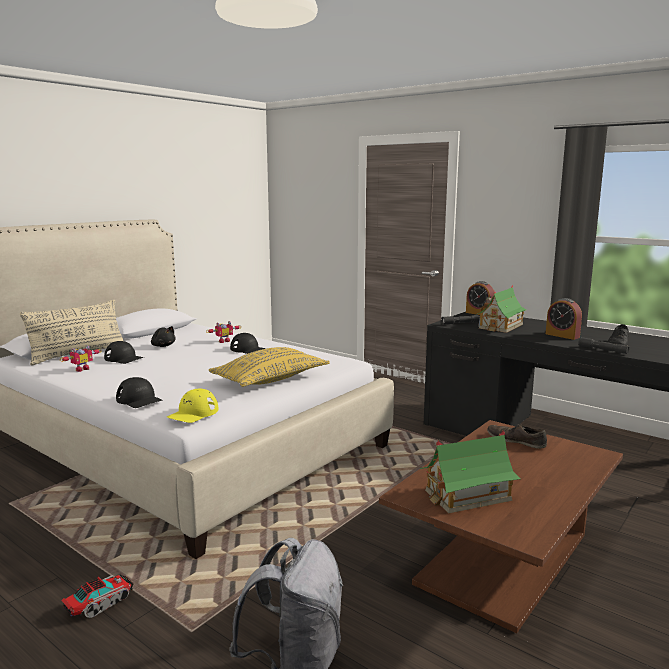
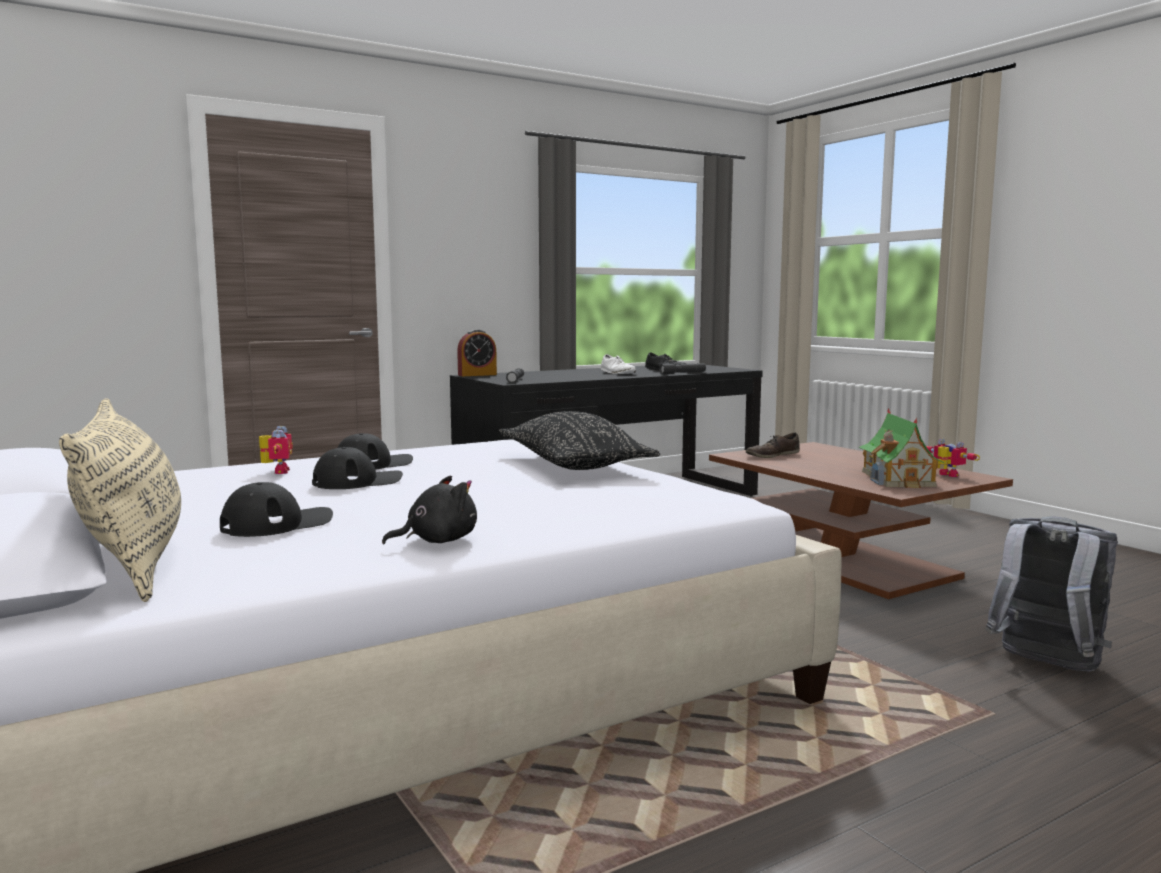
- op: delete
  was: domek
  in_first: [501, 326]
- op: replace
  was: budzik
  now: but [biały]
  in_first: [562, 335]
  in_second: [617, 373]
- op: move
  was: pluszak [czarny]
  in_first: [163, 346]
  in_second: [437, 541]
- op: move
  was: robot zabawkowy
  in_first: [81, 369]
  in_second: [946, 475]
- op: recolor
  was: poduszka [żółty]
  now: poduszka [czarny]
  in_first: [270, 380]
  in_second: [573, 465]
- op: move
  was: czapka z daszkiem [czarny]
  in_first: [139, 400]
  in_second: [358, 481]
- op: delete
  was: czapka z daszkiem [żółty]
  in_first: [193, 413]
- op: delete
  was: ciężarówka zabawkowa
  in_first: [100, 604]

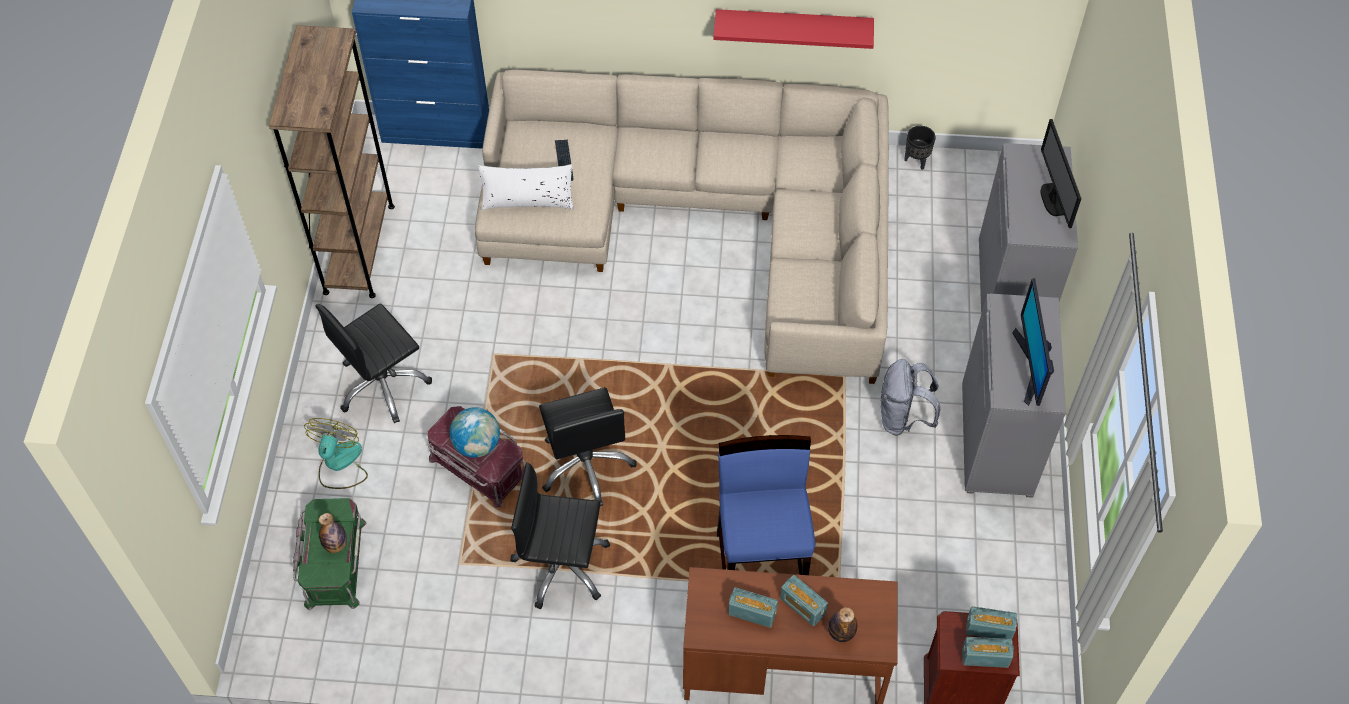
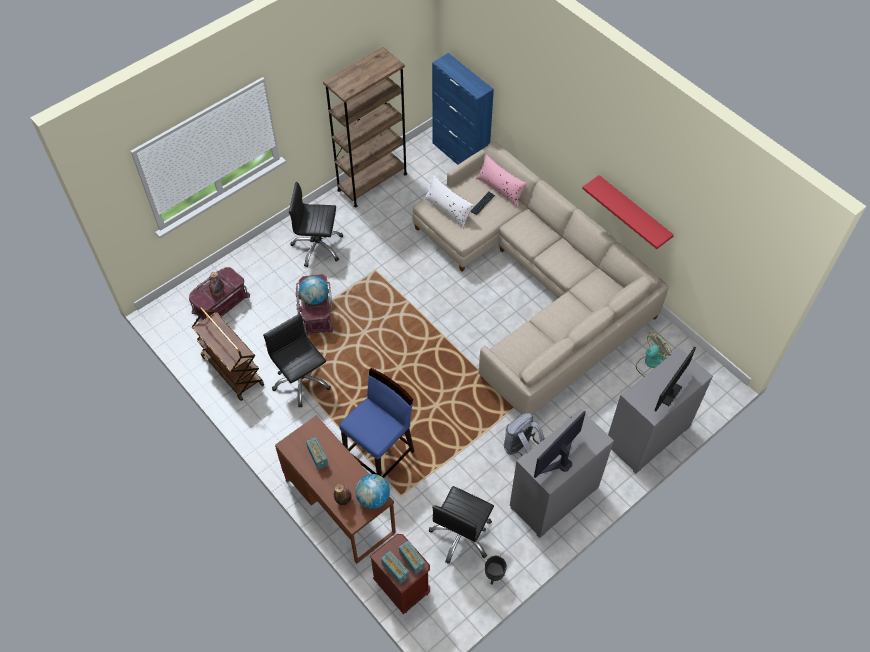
- op: move
  was: donica [czarny]
  in_first: [916, 160]
  in_second: [494, 575]
- op: move
  was: krzesło biurowe [czarny]
  in_first: [586, 465]
  in_second: [462, 535]
- op: move
  was: wentylator
  in_first: [339, 464]
  in_second: [651, 364]
- op: recolor
  was: pojemnik do przechowywania [zielony]
  now: pojemnik do przechowywania [czerwony]
  in_first: [334, 563]
  in_second: [220, 303]
- op: delete
  was: radio
  in_first: [802, 606]
- op: insert
  now: poduszka [różowy]
  in_second: [500, 188]
- op: insert
  now: wózek [brązowy]
  in_second: [232, 370]
- op: insert
  now: globus
  in_second: [373, 498]

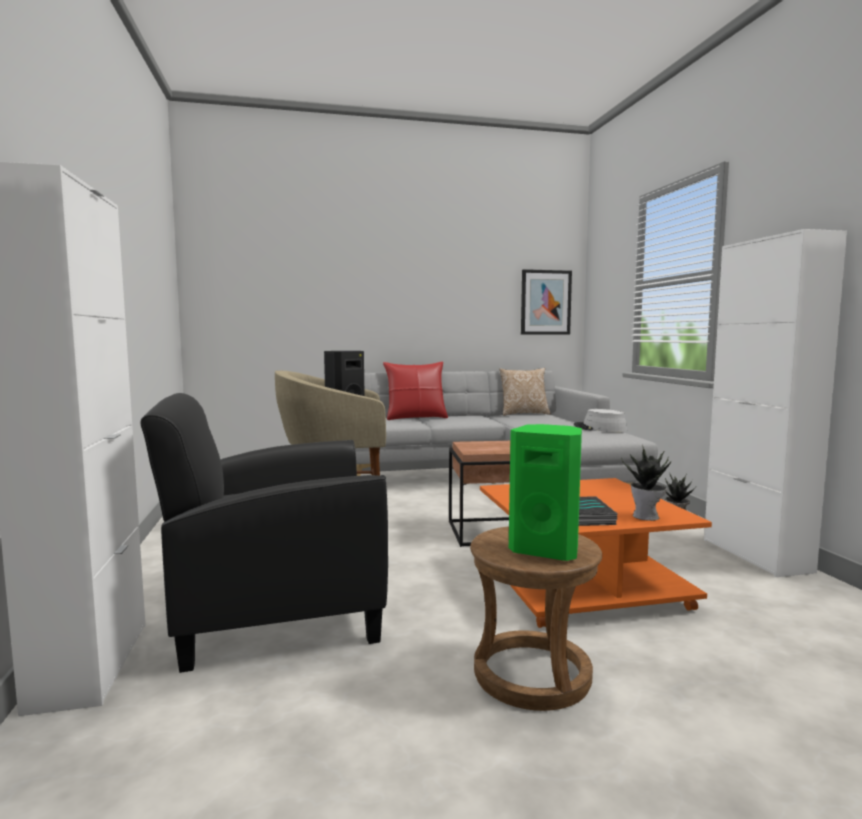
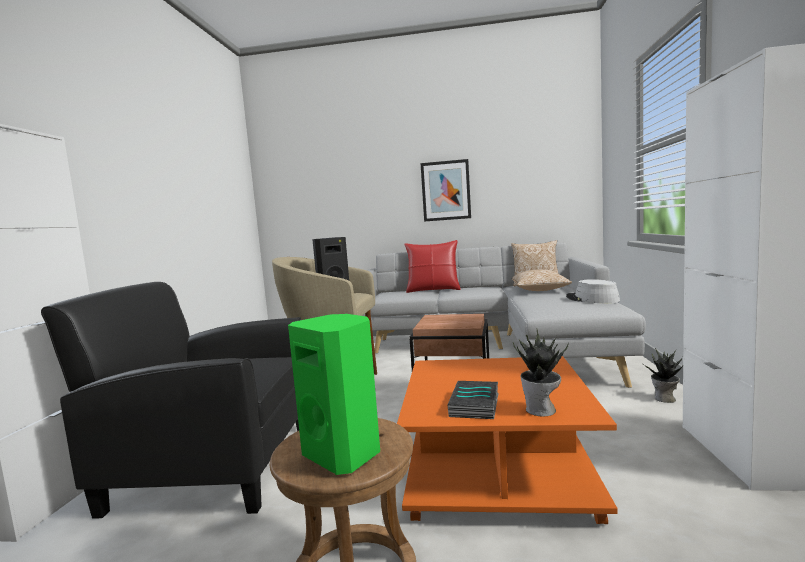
- op: move
  was: obraz
  in_first: [545, 302]
  in_second: [445, 190]
- op: insert
  now: poduszka
  in_second: [539, 290]

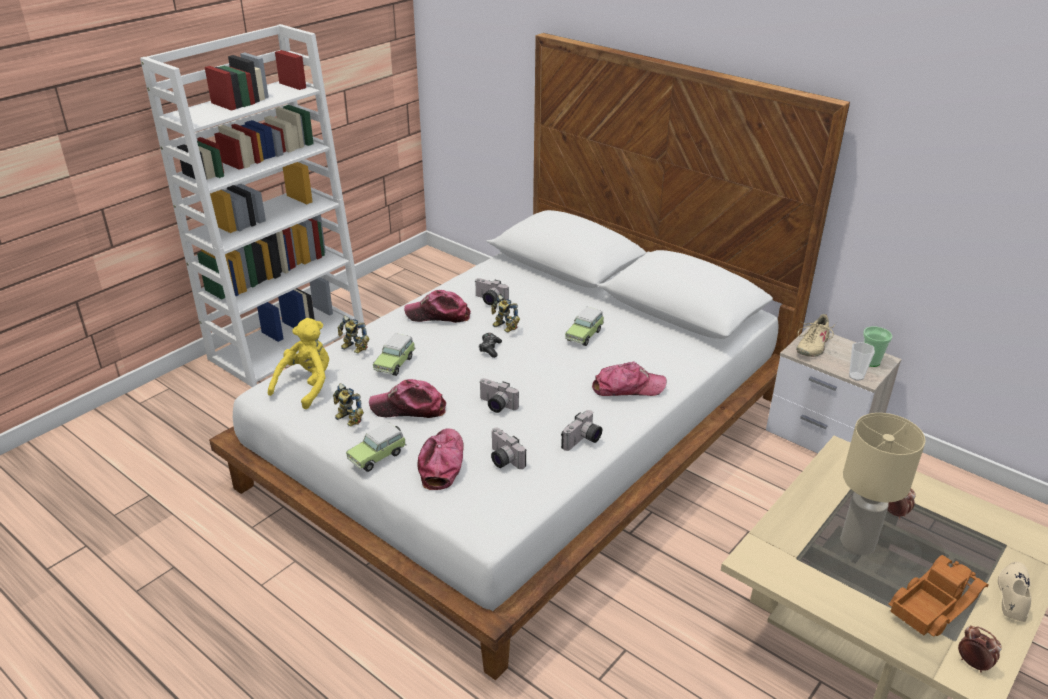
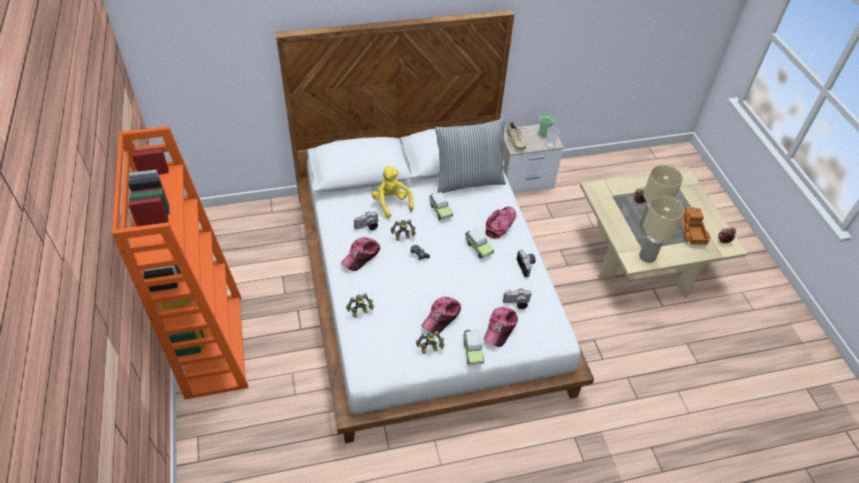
- op: recolor
  was: regał [biały]
  now: regał [pomarańczowy]
  in_first: [288, 342]
  in_second: [213, 344]
- op: move
  was: pluszak [żółty]
  in_first: [307, 386]
  in_second: [391, 203]
- op: move
  was: samochodzik
  in_first: [395, 363]
  in_second: [478, 247]
- op: delete
  was: aparat fotograficzny
  in_first: [496, 406]
- op: rotate
  was: czapka z daszkiem
  in_first: [442, 463]
  in_second: [500, 328]
  clockwise: -105
- op: delete
  was: but [beżowy]
  in_first: [1013, 595]
- op: insert
  now: poduszka
  in_second: [468, 180]
- op: insert
  now: lampa stołowa [beżowy]
  in_second: [647, 257]

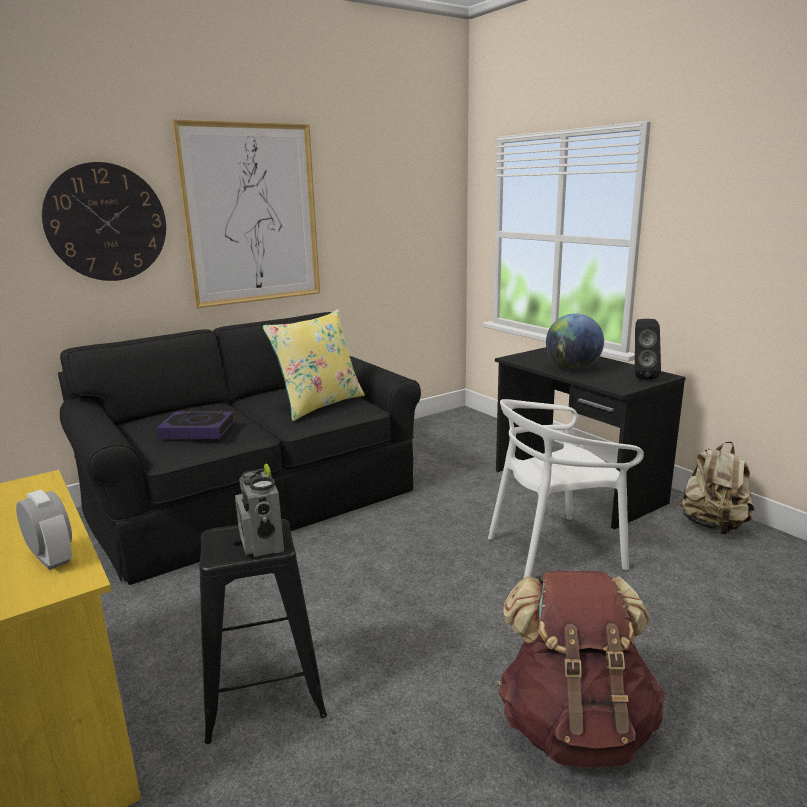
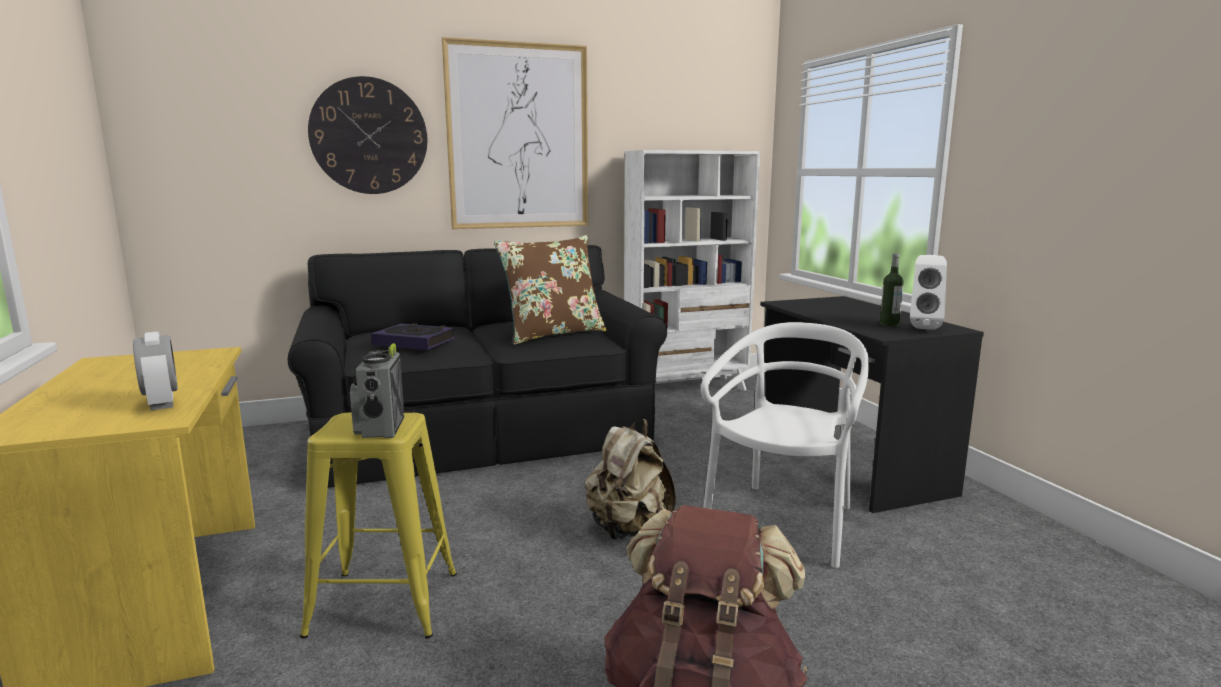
- op: recolor
  was: poduszka [żółty]
  now: poduszka [brązowy]
  in_first: [319, 404]
  in_second: [553, 334]
- op: delete
  was: globus
  in_first: [572, 369]
- op: recolor
  was: głośnik [czarny]
  now: głośnik [biały]
  in_first: [641, 377]
  in_second: [923, 328]
- op: rotate
  was: krzesło [biały]
  in_first: [554, 550]
  in_second: [783, 523]
  clockwise: 120
- op: move
  was: plecak [beżowy]
  in_first: [713, 525]
  in_second: [628, 530]
- op: recolor
  was: stołek [czarny]
  now: stołek [żółty]
  in_first: [263, 692]
  in_second: [384, 603]
- op: insert
  now: regał [biały]
  in_second: [687, 389]
- op: insert
  now: butelka
  in_second: [889, 324]

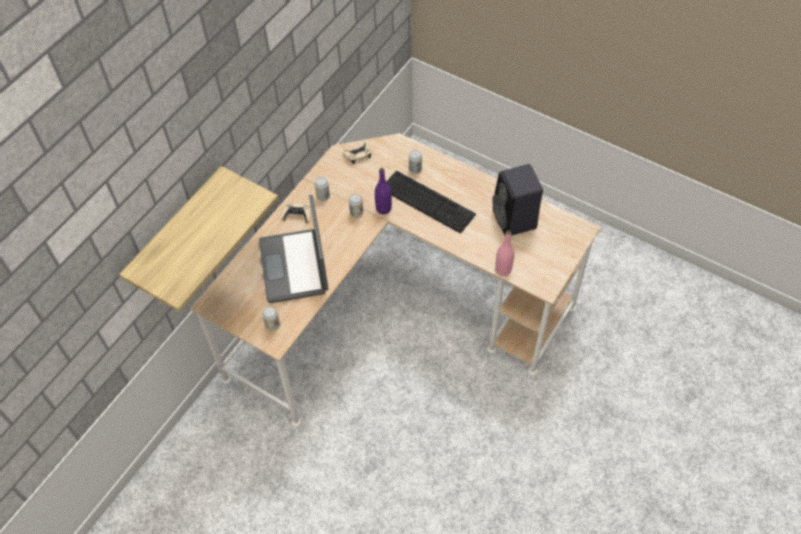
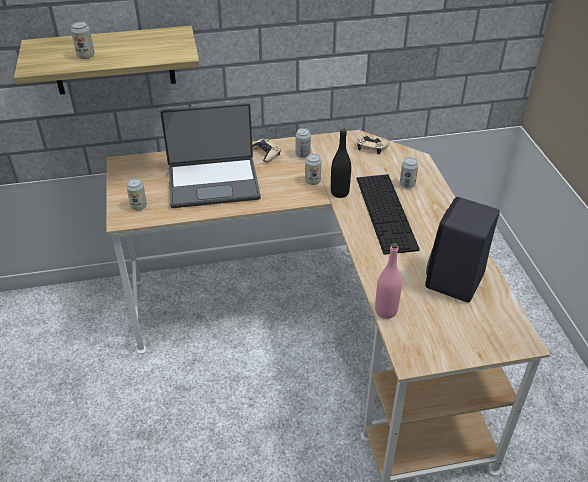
- op: recolor
  was: butelka [fioletowy]
  now: butelka [czarny]
  in_first: [383, 208]
  in_second: [339, 192]
- op: rotate
  was: laptop
  in_first: [295, 266]
  in_second: [213, 182]
  clockwise: -135
- op: insert
  now: puszka
  in_second: [86, 56]

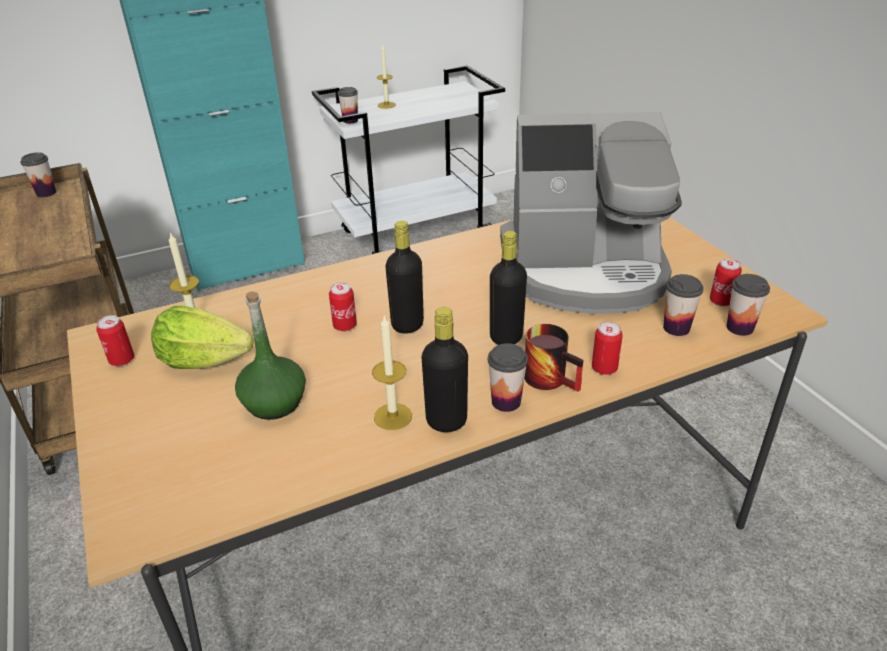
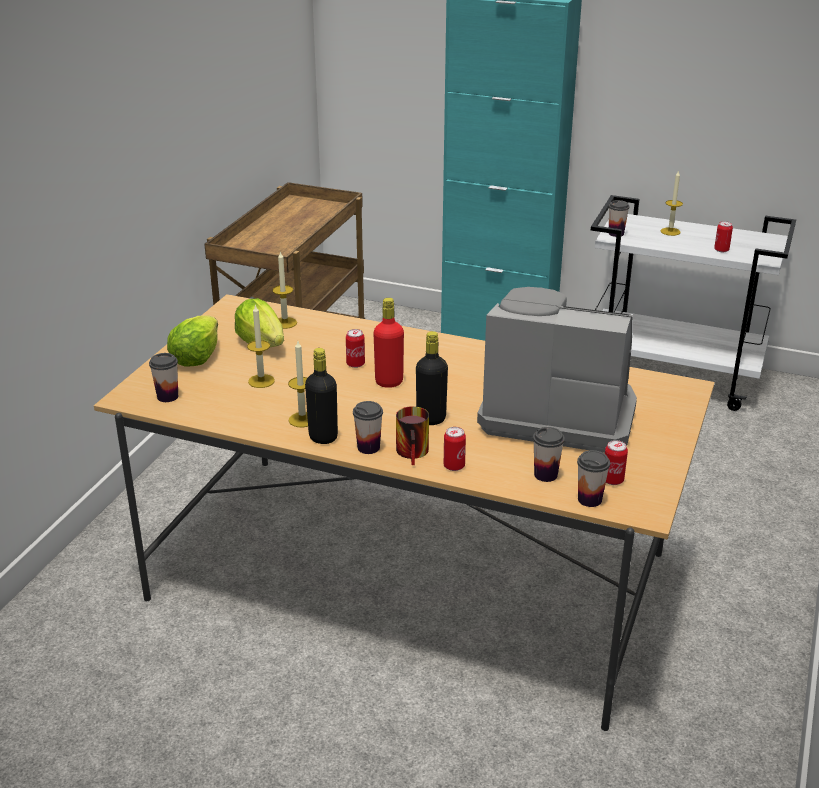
- op: rotate
  was: ekspres do kawy
  in_first: [584, 271]
  in_second: [557, 412]
  clockwise: 150
- op: move
  was: filiżanka
  in_first: [46, 193]
  in_second: [167, 396]
- op: recolor
  was: butelka [czarny]
  now: butelka [czerwony]
  in_first: [407, 325]
  in_second: [389, 382]
- op: replace
  was: butelka [zielony]
  now: świeca
  in_first: [275, 402]
  in_second: [261, 381]
- op: move
  was: puszka
  in_first: [122, 360]
  in_second: [721, 250]
- op: insert
  now: sałata
  in_second: [196, 358]

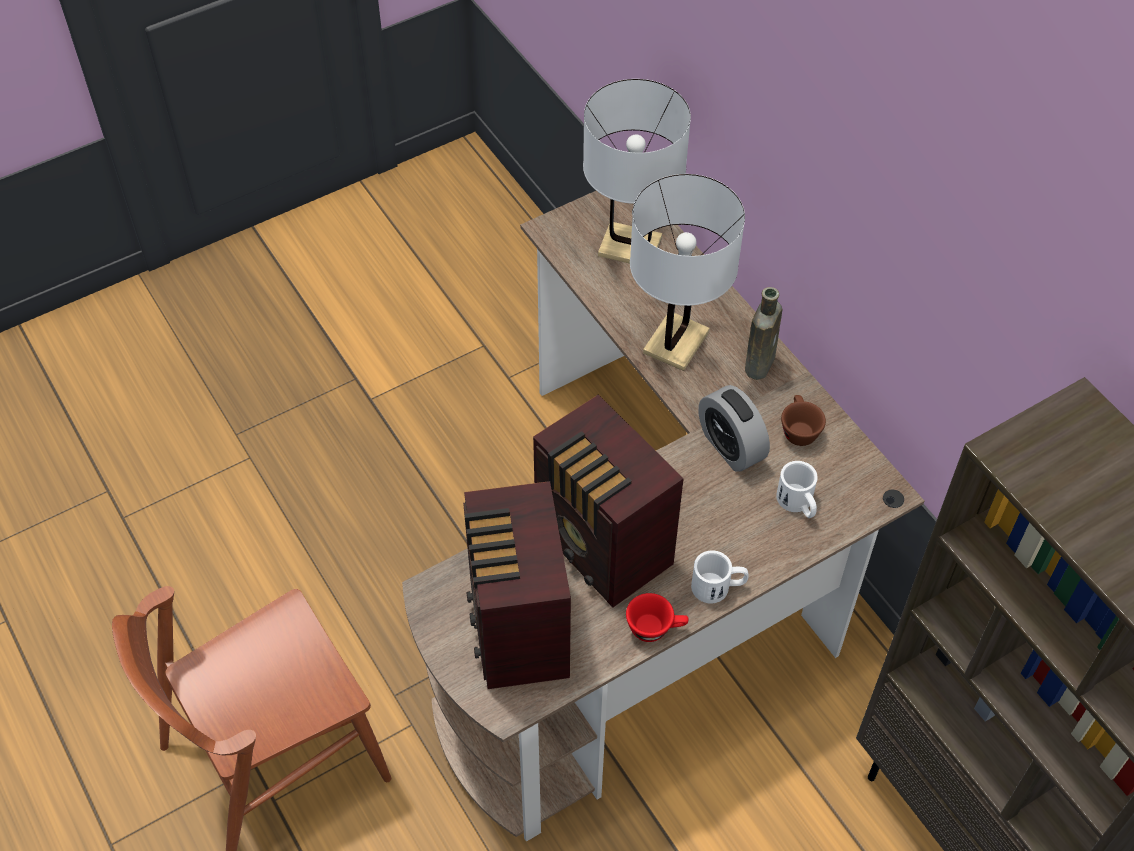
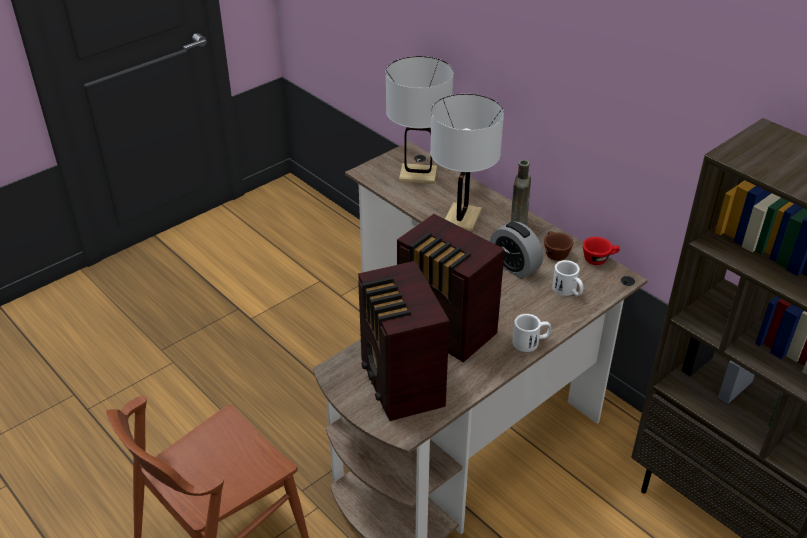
- op: move
  was: filiżanka [czerwony]
  in_first: [655, 628]
  in_second: [599, 259]

